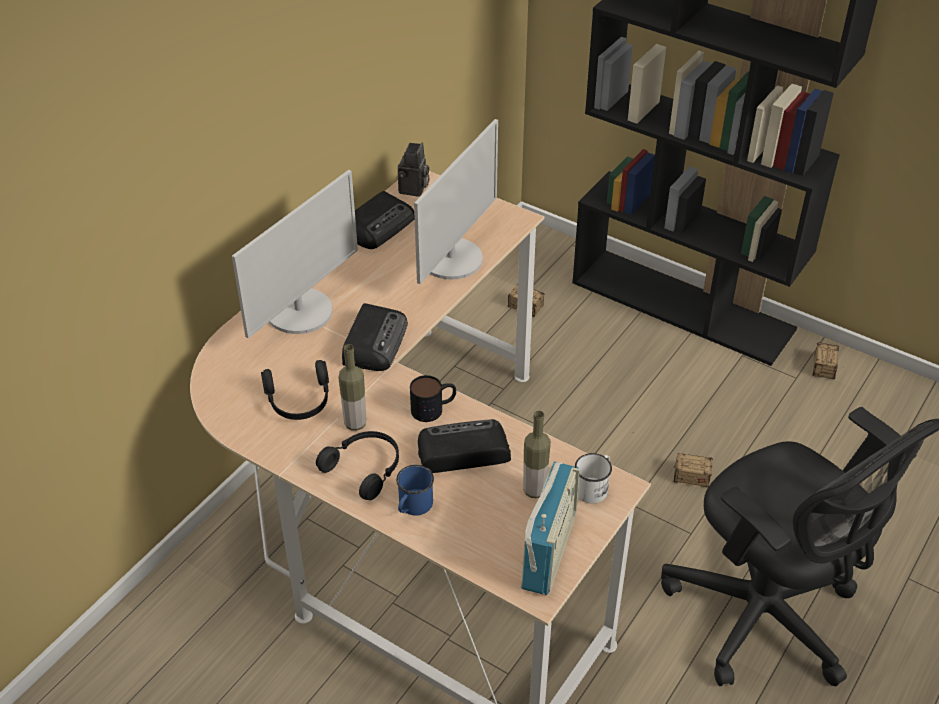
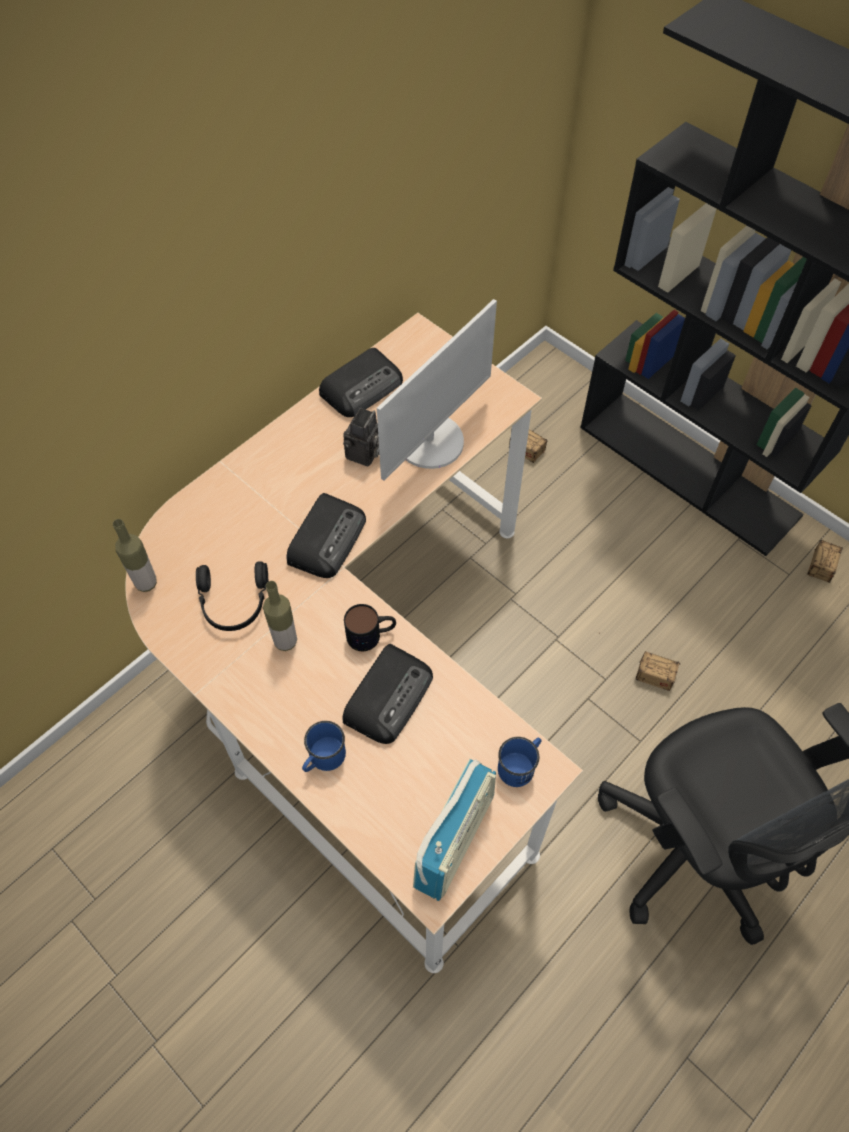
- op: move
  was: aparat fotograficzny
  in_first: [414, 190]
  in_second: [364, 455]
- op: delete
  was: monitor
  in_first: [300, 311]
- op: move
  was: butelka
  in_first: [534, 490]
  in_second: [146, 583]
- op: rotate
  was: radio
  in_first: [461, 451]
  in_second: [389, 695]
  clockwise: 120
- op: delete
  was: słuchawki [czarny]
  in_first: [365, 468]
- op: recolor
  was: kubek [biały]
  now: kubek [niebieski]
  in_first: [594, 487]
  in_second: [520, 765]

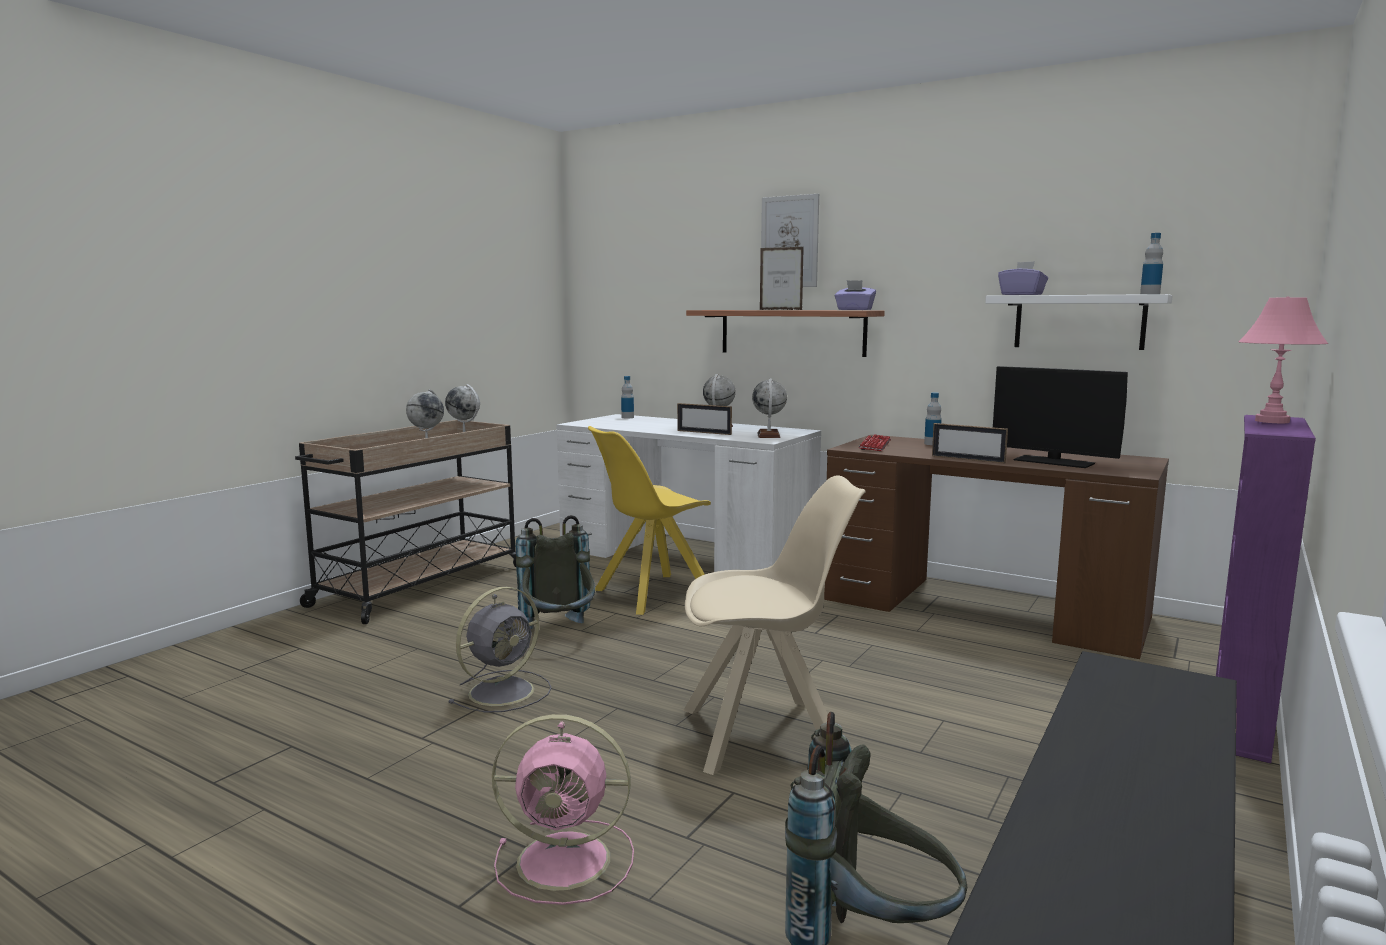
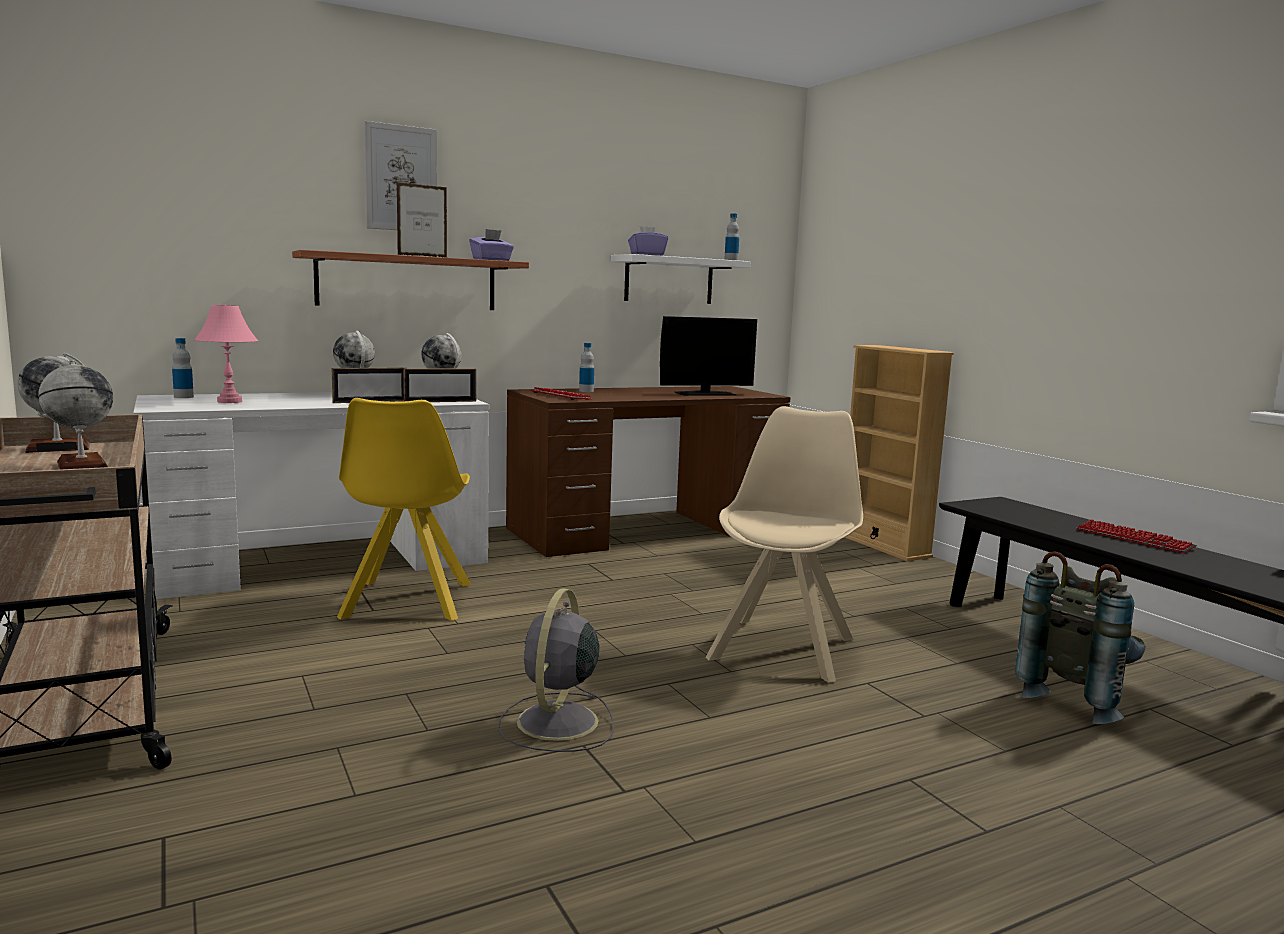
- op: move
  was: lampa stołowa [różowy]
  in_first: [1272, 421]
  in_second: [229, 401]
- op: recolor
  was: regał [fioletowy]
  now: regał [beżowy]
  in_first: [1239, 723]
  in_second: [883, 546]
- op: move
  was: ramka na zdjęcie
  in_first: [967, 459]
  in_second: [440, 401]
- op: delete
  was: plecak [szary]
  in_first: [559, 634]
- op: rotate
  was: wentylator [szary]
  in_first: [504, 691]
  in_second: [556, 723]
  clockwise: -150
- op: delete
  was: wentylator [różowy]
  in_first: [568, 861]
- op: insert
  now: klawiatura
  in_second: [1133, 539]

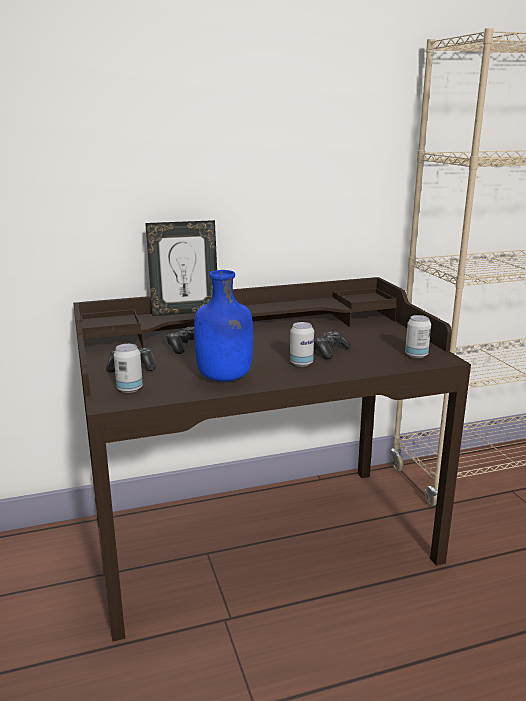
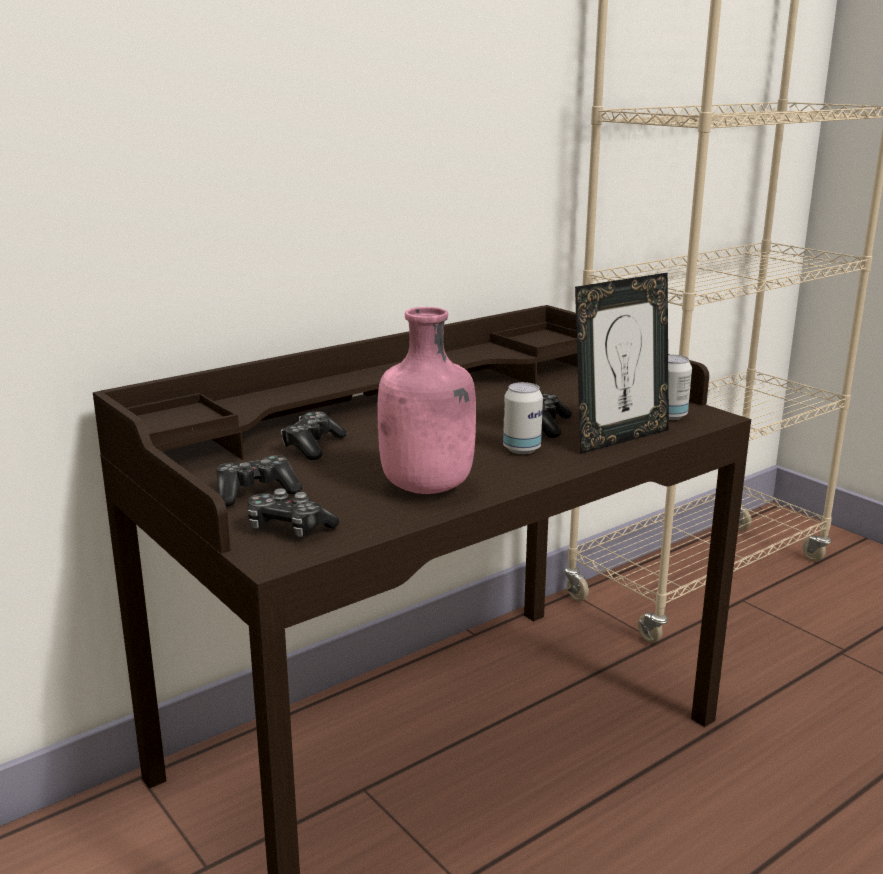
- op: move
  was: ramka na zdjęcie
  in_first: [185, 312]
  in_second: [619, 438]
- op: recolor
  was: butelka [niebieski]
  now: butelka [różowy]
  in_first: [224, 378]
  in_second: [428, 488]
- op: replace
  was: puszka
  now: pad do gier
  in_first: [129, 389]
  in_second: [288, 528]

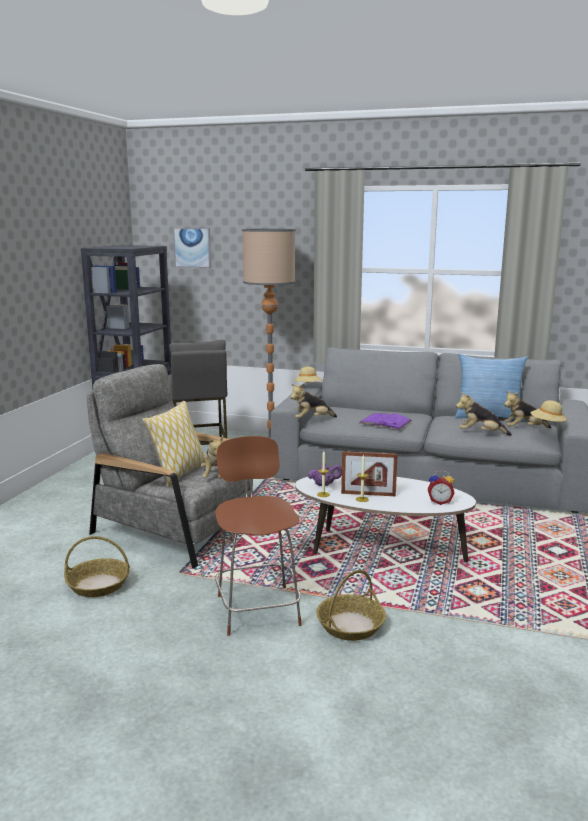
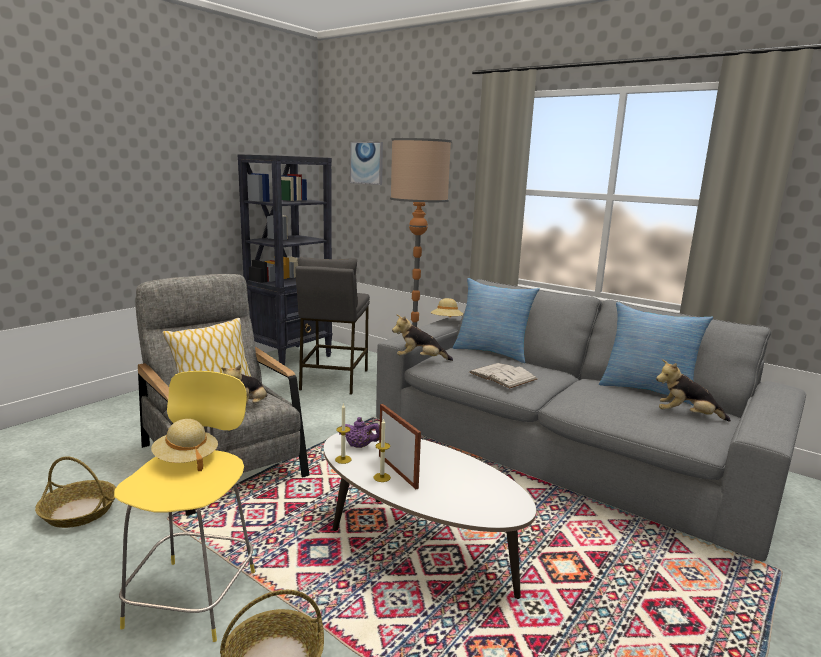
- op: delete
  was: pluszak
  in_first: [480, 433]
- op: move
  was: kapelusz [beżowy]
  in_first: [547, 424]
  in_second: [186, 459]
- op: recolor
  was: książka [fioletowy]
  now: książka [biały]
  in_first: [385, 422]
  in_second: [502, 376]
- op: recolor
  was: stołek [brązowy]
  now: stołek [żółty]
  in_first: [257, 608]
  in_second: [195, 595]
- op: rotate
  was: ramka na zdjęcie
  in_first: [368, 494]
  in_second: [397, 471]
  clockwise: -150
- op: delete
  was: budzik
  in_first: [440, 502]
- op: insert
  now: poduszka
  in_second: [492, 352]

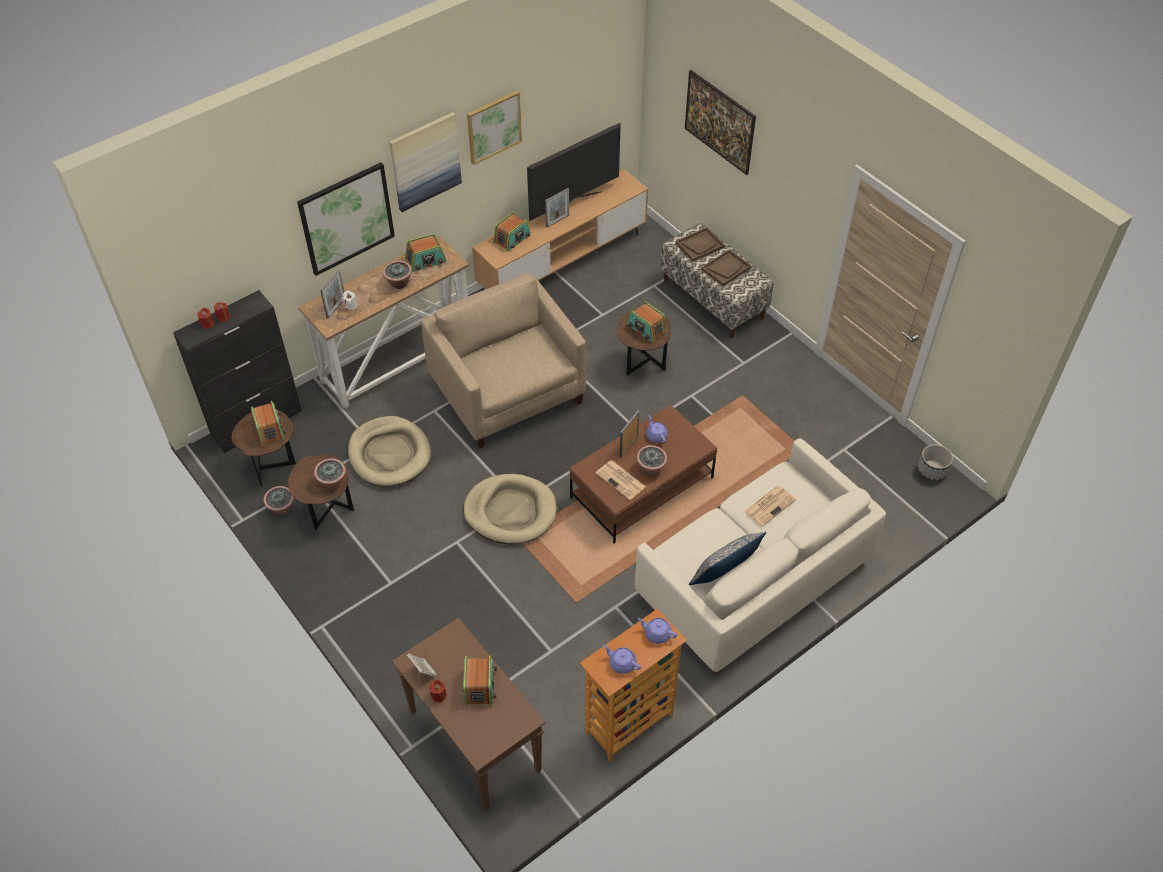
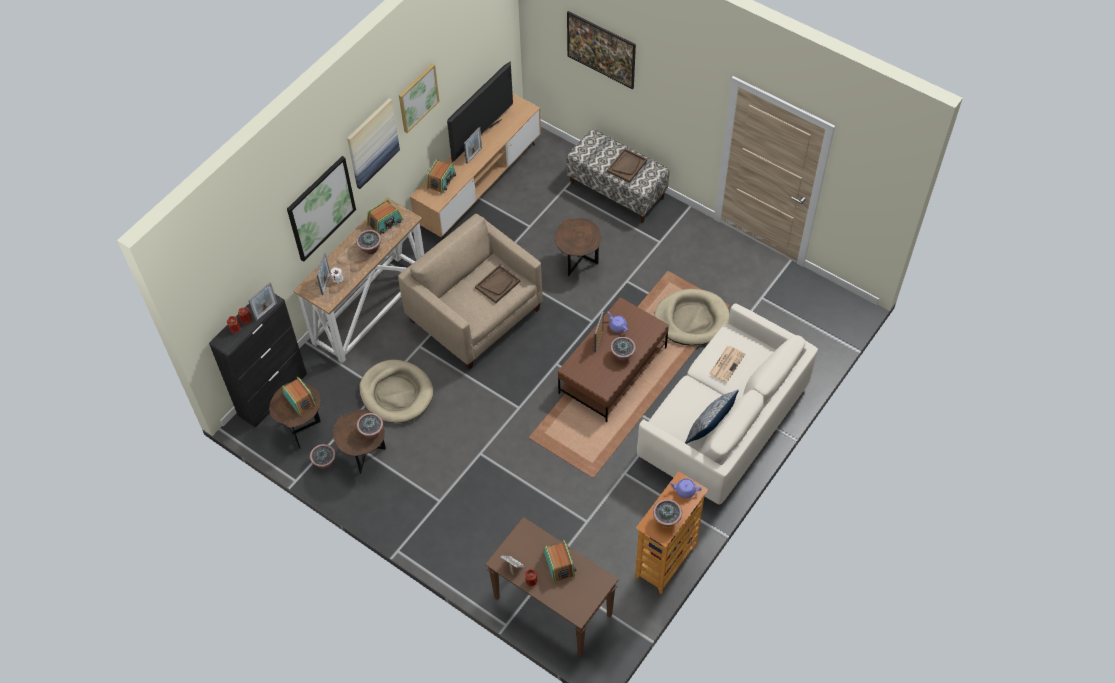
- op: move
  was: taca [brązowy]
  in_first: [700, 245]
  in_second: [497, 284]
- op: delete
  was: radio
  in_first: [646, 329]
- op: delete
  was: donica
  in_first: [932, 471]
- op: delete
  was: gazeta
  in_first: [621, 480]
- op: move
  was: legowisko [beżowy]
  in_first: [510, 511]
  in_second: [691, 319]
- op: replace
  was: imbryk [fioletowy]
  now: roślina doniczkowa
  in_first: [621, 663]
  in_second: [666, 520]
- op: insert
  now: ramka na zdjęcie
  in_second: [266, 311]

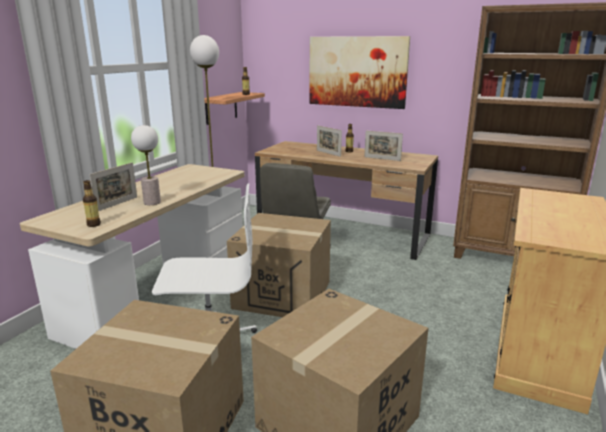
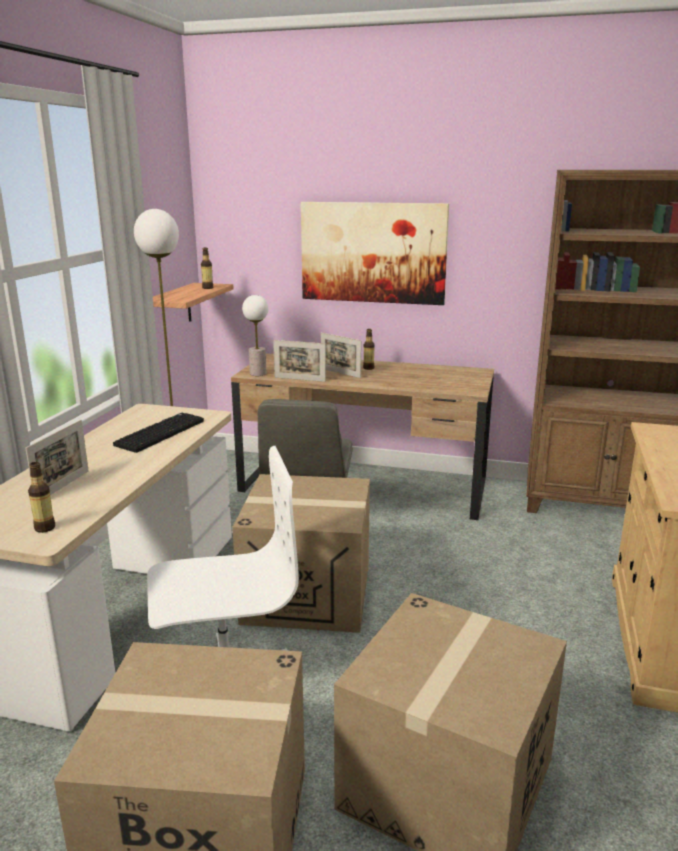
- op: move
  was: lampa stołowa
  in_first: [152, 202]
  in_second: [258, 373]
- op: move
  was: ramka na zdjęcie
  in_first: [382, 159]
  in_second: [299, 379]
- op: insert
  now: klawiatura
  in_second: [160, 433]

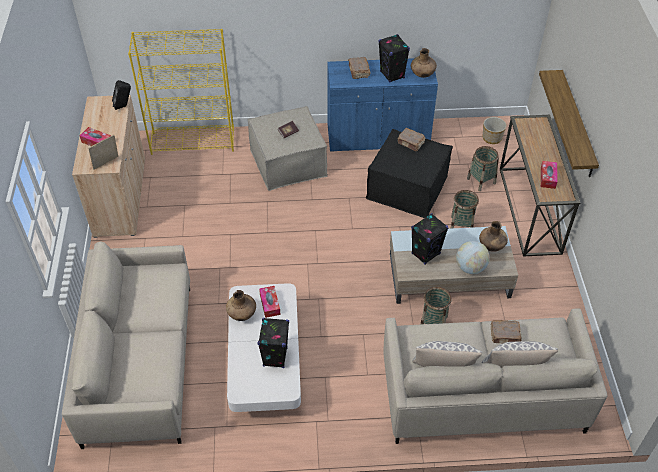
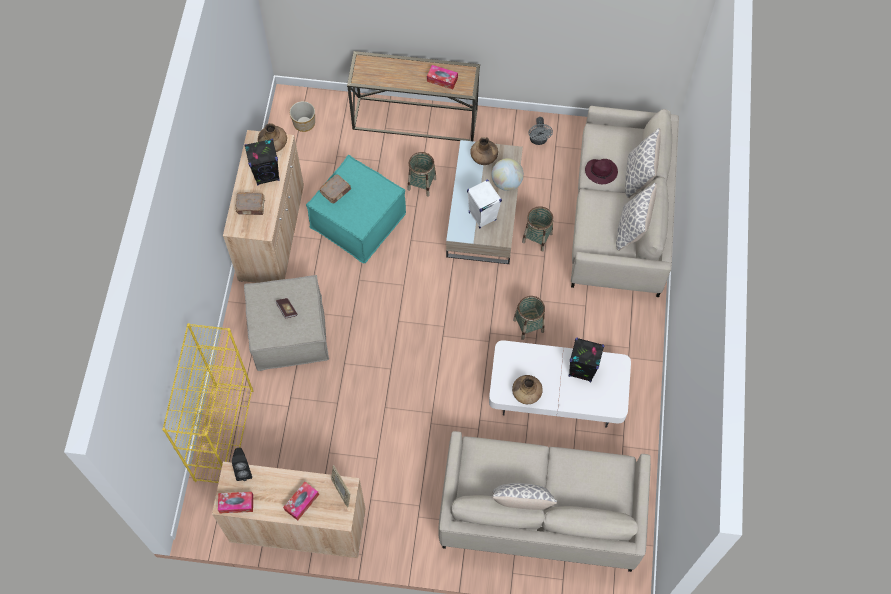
- op: recolor
  was: szafka [niebieski]
  now: szafka [beżowy]
  in_first: [378, 137]
  in_second: [272, 232]
- op: delete
  was: półka
  in_first: [577, 124]
- op: recolor
  was: pufa [czarny]
  now: pufa [turkusowy]
  in_first: [407, 188]
  in_second: [358, 221]
- op: move
  was: koszyk
  in_first: [481, 181]
  in_second: [528, 325]
- op: recolor
  was: głośnik [czarny]
  now: głośnik [biały]
  in_first: [426, 254]
  in_second: [482, 216]
- op: move
  was: pudełko chusteczek
  in_first: [270, 304]
  in_second: [236, 504]
- op: replace
  was: książka [brązowy]
  now: kapelusz [fioletowy]
  in_first: [505, 335]
  in_second: [601, 172]
- op: insert
  now: wentylator [szary]
  in_second: [538, 140]
- op: insert
  now: poduszka
  in_second: [522, 504]

